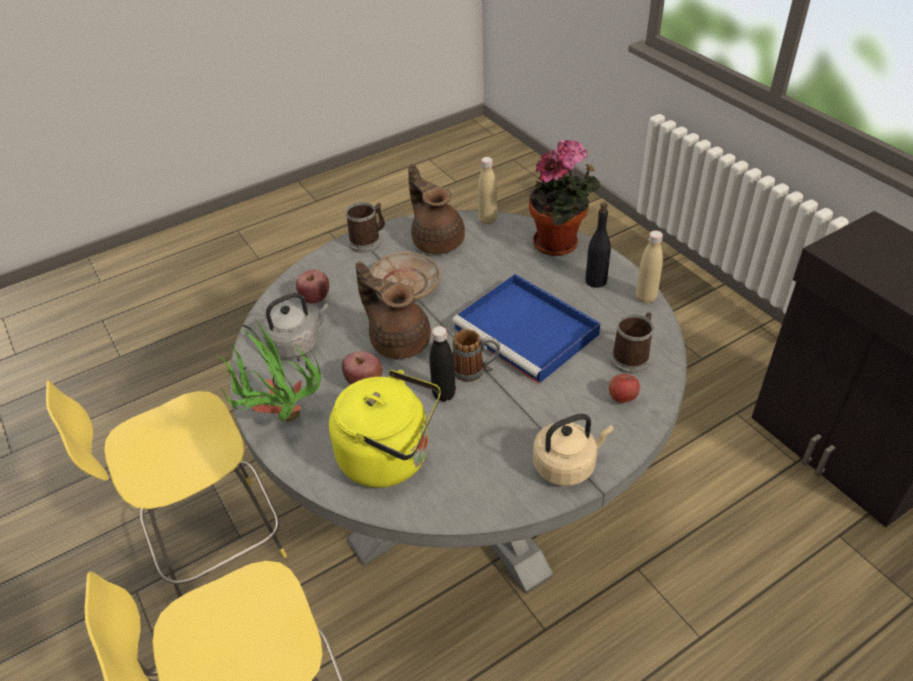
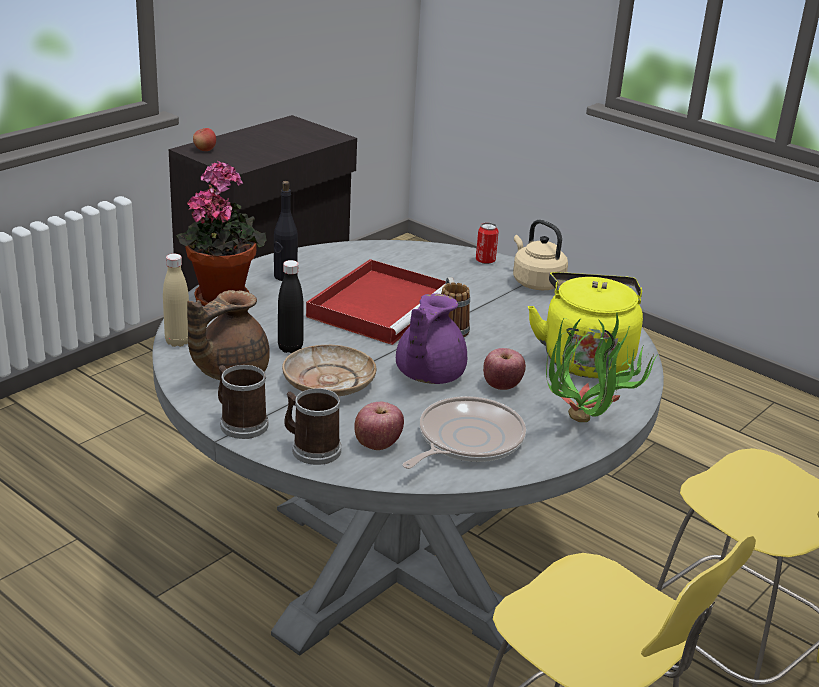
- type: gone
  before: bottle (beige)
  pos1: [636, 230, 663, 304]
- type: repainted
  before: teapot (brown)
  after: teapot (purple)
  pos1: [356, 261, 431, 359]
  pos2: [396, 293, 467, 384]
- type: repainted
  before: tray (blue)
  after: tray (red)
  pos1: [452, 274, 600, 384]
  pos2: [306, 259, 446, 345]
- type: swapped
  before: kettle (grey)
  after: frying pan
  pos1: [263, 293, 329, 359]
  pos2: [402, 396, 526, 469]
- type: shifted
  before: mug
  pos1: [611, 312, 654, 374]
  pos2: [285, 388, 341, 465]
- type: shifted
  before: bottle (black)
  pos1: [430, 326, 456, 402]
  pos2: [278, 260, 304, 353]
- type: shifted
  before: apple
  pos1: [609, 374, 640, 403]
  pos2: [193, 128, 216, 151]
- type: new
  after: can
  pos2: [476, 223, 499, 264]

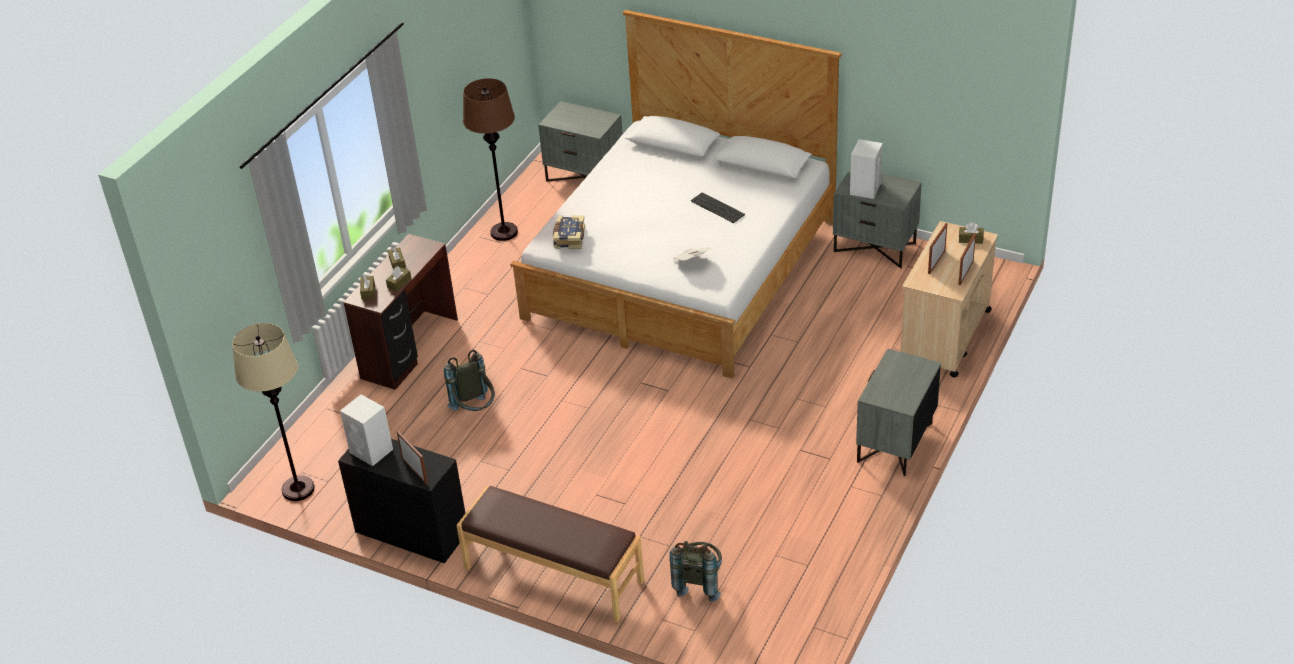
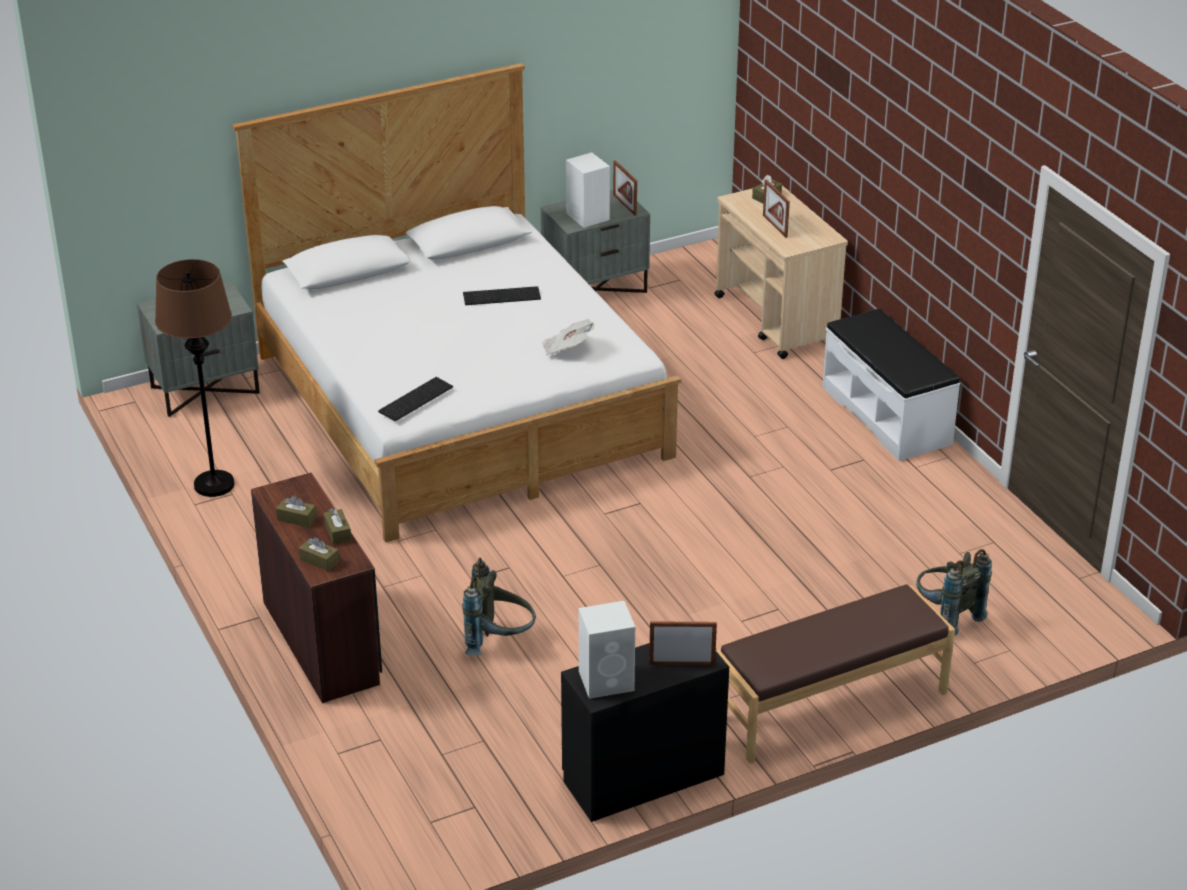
- type: swapped
  before: book
  after: keyboard
  pos1: [553, 215, 585, 249]
  pos2: [378, 377, 453, 421]
- type: shifted
  before: picture frame
  pos1: [958, 233, 976, 285]
  pos2: [613, 160, 637, 216]
- type: gone
  before: floor lamp (beige)
  pos1: [232, 323, 315, 501]
- type: swapped
  before: nightstand (grey)
  after: bench (white)
  pos1: [856, 348, 941, 476]
  pos2: [822, 308, 960, 461]

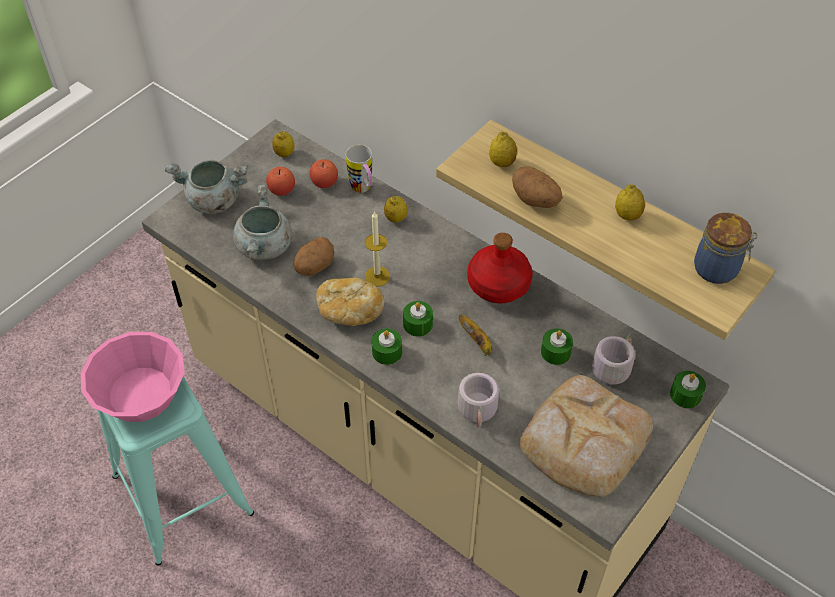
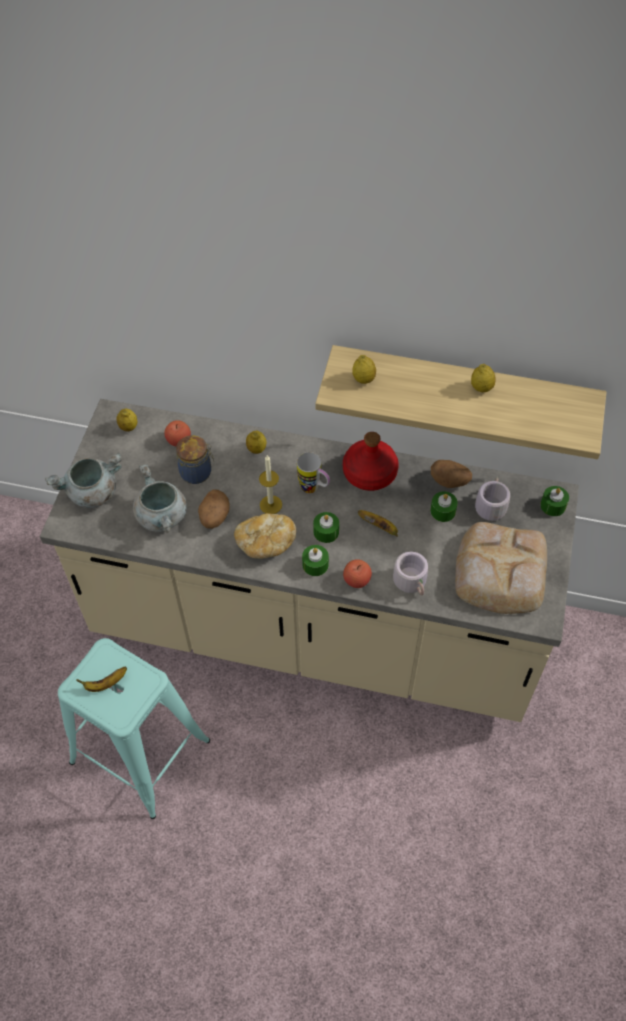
- type: shifted
  before: mug
  pos1: [346, 145, 372, 193]
  pos2: [297, 452, 330, 493]
- type: shifted
  before: potato
  pos1: [512, 166, 563, 208]
  pos2: [431, 460, 472, 488]
- type: shifted
  before: apple
  pos1: [266, 167, 295, 196]
  pos2: [343, 559, 372, 588]
- type: shifted
  before: jar
  pos1: [694, 213, 757, 284]
  pos2: [176, 435, 214, 484]
- type: swapped
  before: bowl (pink)
  after: banana
  pos1: [81, 332, 185, 422]
  pos2: [77, 667, 127, 692]

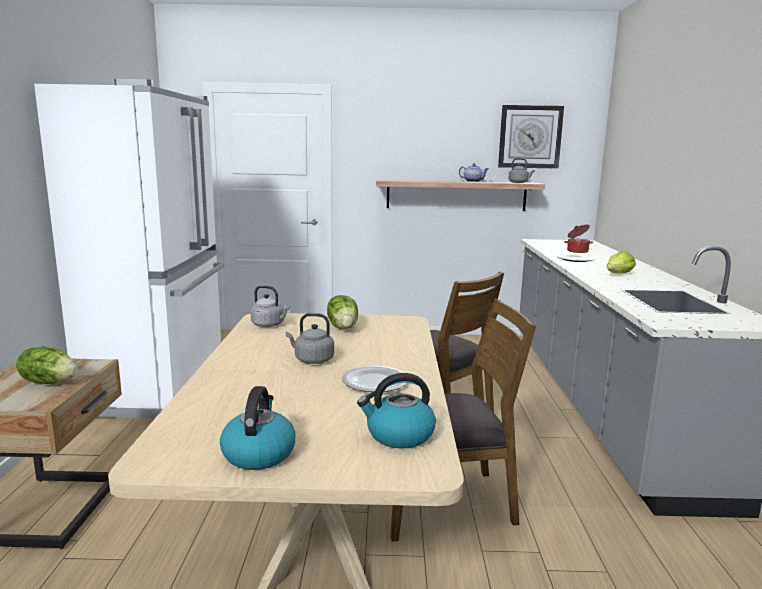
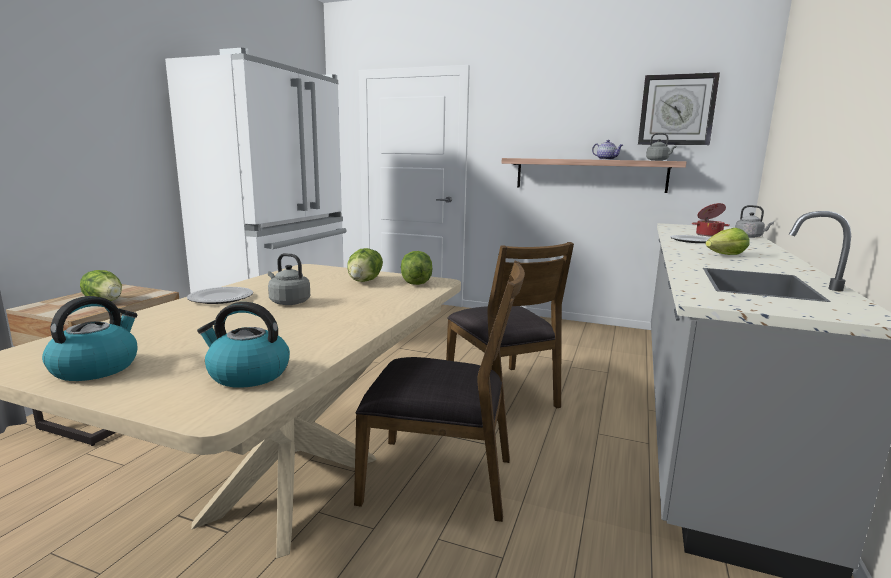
- type: shifted
  before: kettle (grey)
  pos1: [251, 285, 290, 327]
  pos2: [735, 205, 774, 238]
- type: shifted
  before: plate
  pos1: [342, 366, 407, 392]
  pos2: [187, 287, 253, 304]
- type: new
  after: lettuce
  pos2: [401, 251, 433, 285]

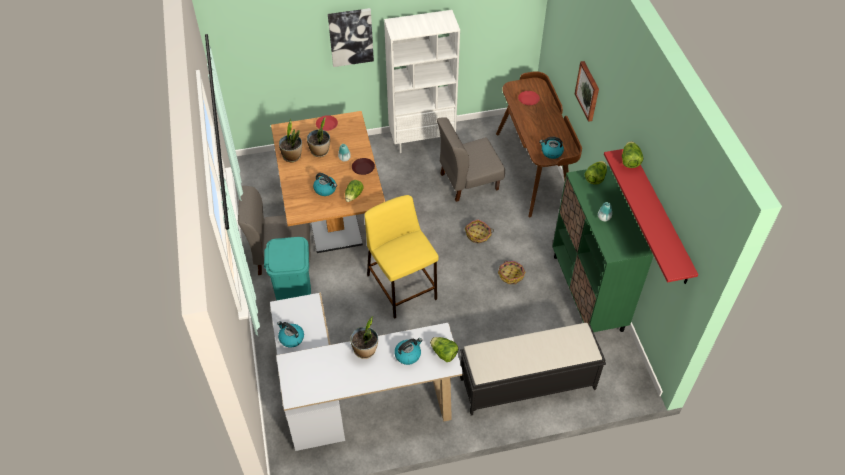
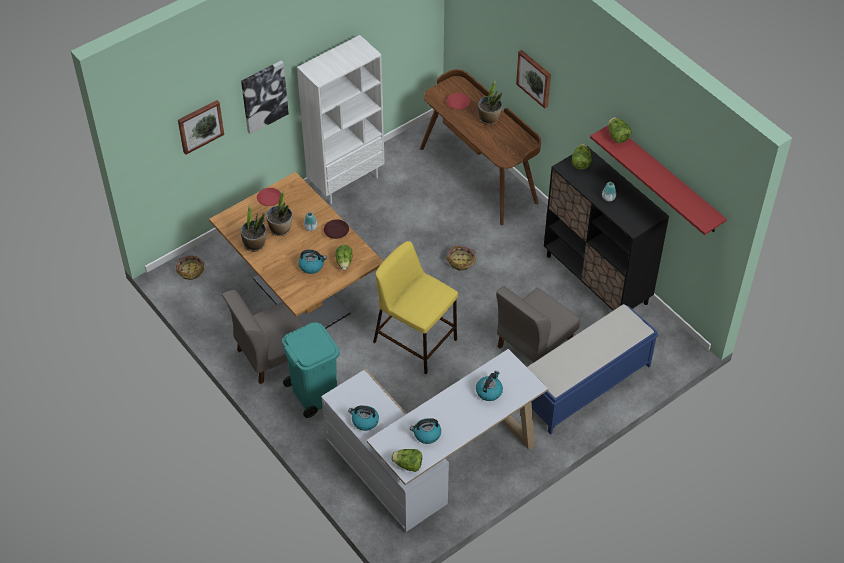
- type: shifted
  before: chair (grey)
  pos1: [437, 117, 505, 202]
  pos2: [496, 286, 580, 362]
- type: shifted
  before: kettle
  pos1: [539, 137, 564, 159]
  pos2: [410, 418, 441, 444]
- type: repainted
  before: cabinet (green)
  after: cabinet (black)
  pos1: [552, 166, 654, 332]
  pos2: [544, 146, 669, 311]
- type: shifted
  before: basket
  pos1: [498, 261, 526, 284]
  pos2: [176, 255, 204, 280]
- type: shifted
  before: potted plant
  pos1: [350, 316, 378, 359]
  pos2: [478, 81, 502, 125]
- type: repainted
  before: bench (black)
  after: bench (blue)
  pos1: [460, 323, 606, 415]
  pos2: [527, 304, 659, 434]
- type: shifted
  before: lettuce
  pos1: [430, 337, 458, 362]
  pos2: [391, 449, 422, 472]
- type: new
  after: picture
  pos2: [178, 100, 224, 155]

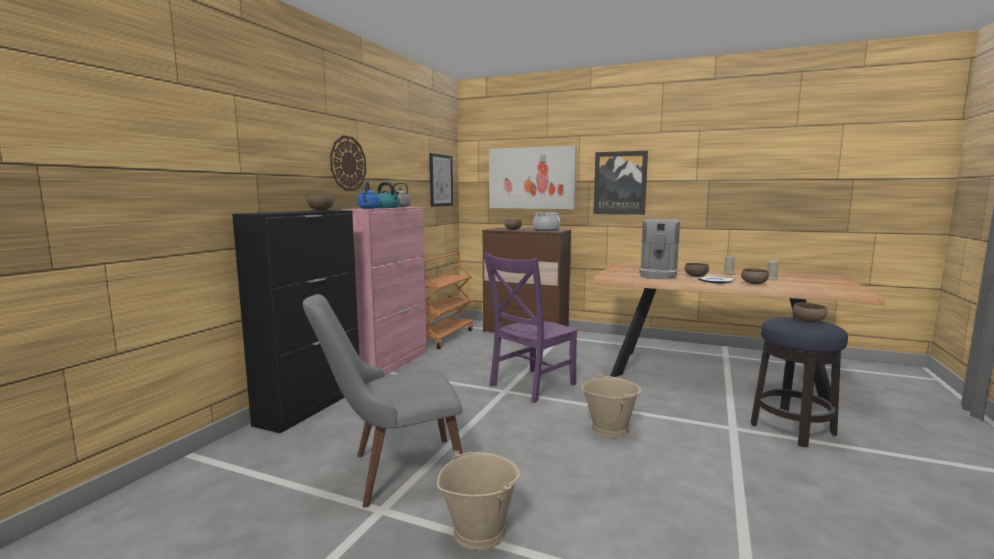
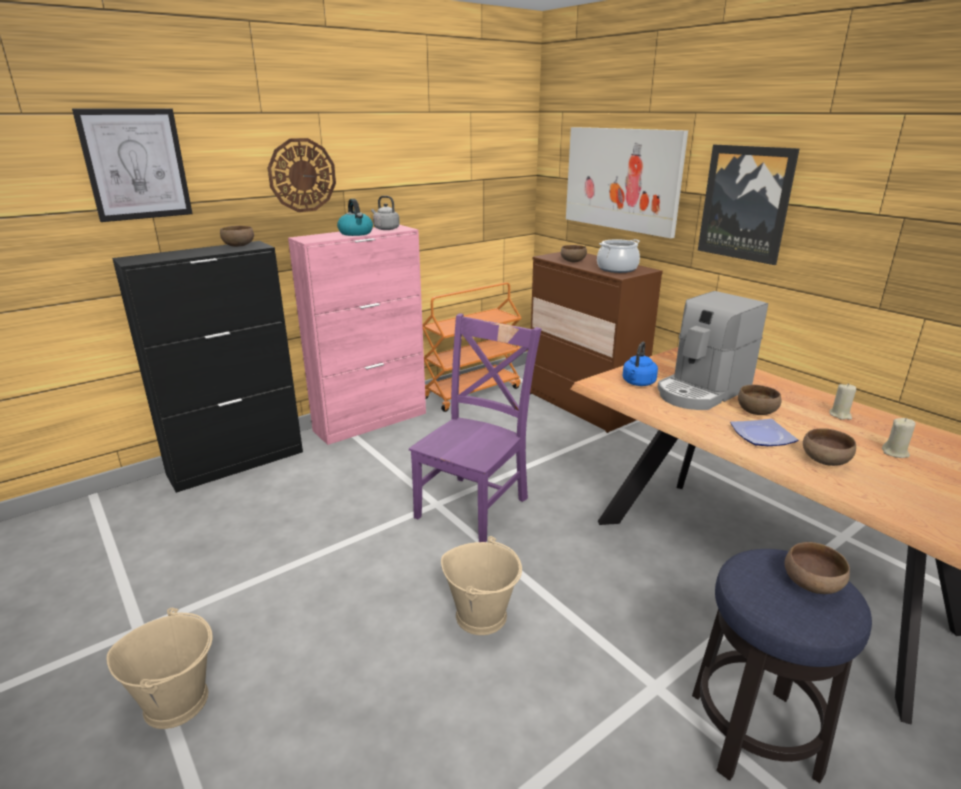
- type: shifted
  before: picture
  pos1: [429, 153, 453, 207]
  pos2: [72, 109, 192, 222]
- type: shifted
  before: kettle (blue)
  pos1: [358, 181, 380, 209]
  pos2: [622, 342, 658, 386]
- type: rotated
  before: chair (purple)
  pos1: [483, 253, 579, 403]
  pos2: [409, 313, 541, 542]
  turn: 135
- type: gone
  before: chair (grey)
  pos1: [303, 294, 463, 508]

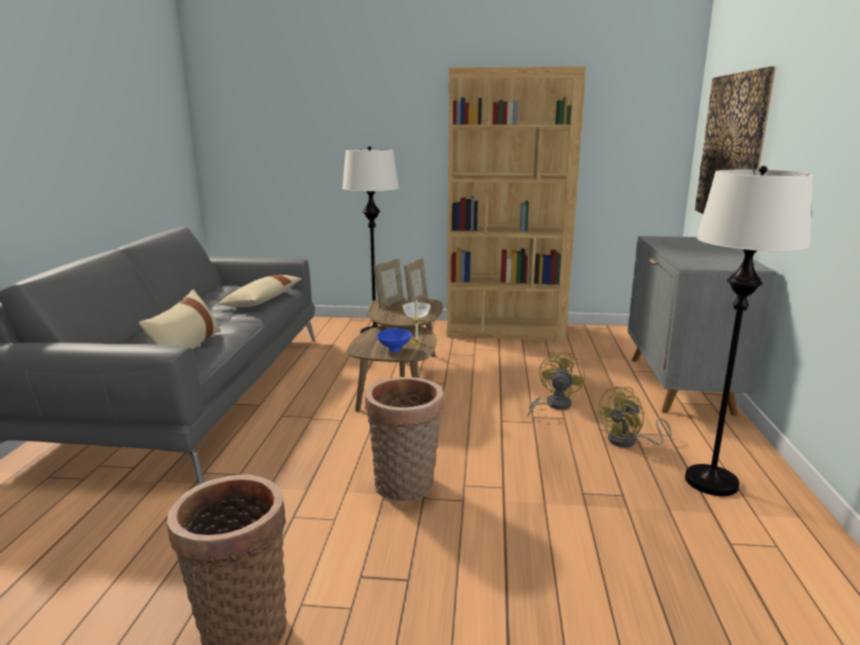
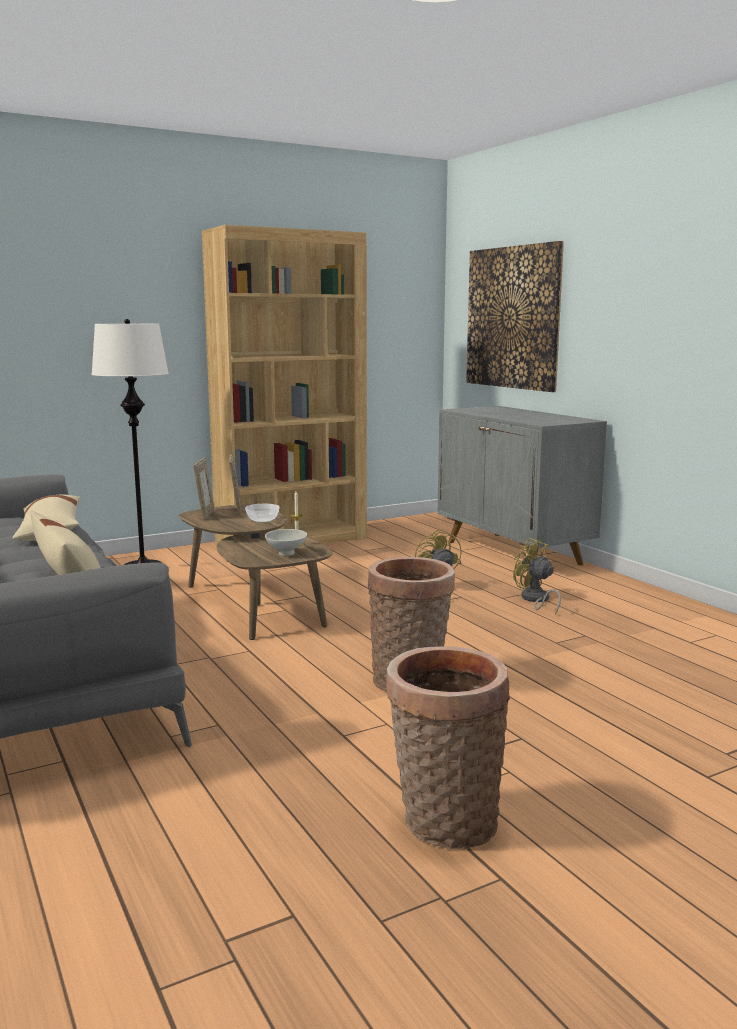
- type: gone
  before: floor lamp (white)
  pos1: [685, 166, 813, 496]
- type: repainted
  before: bowl (blue)
  after: bowl (white)
  pos1: [377, 328, 412, 352]
  pos2: [265, 529, 307, 556]
- type: rotated
  before: fan (yellow)
  pos1: [596, 387, 672, 447]
  pos2: [513, 538, 561, 615]
  turn: 120

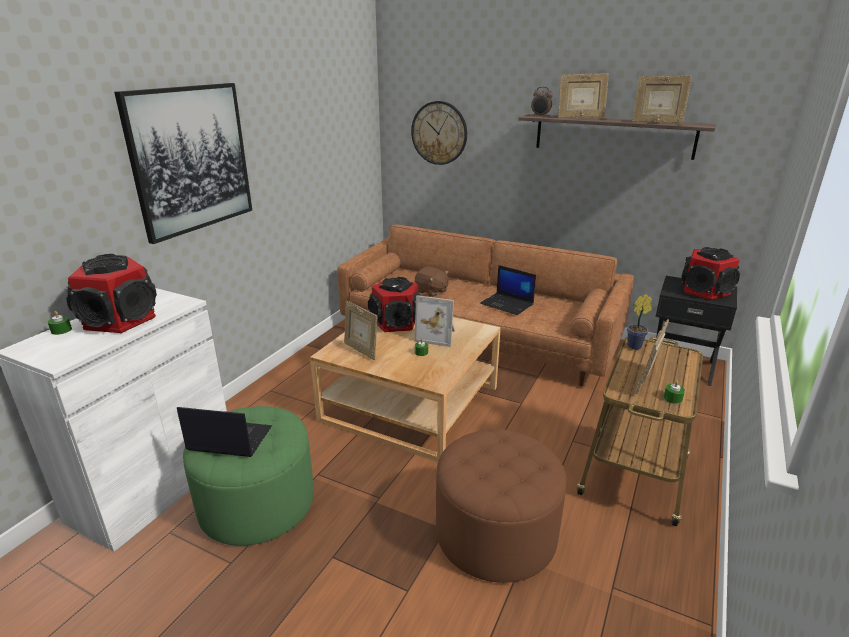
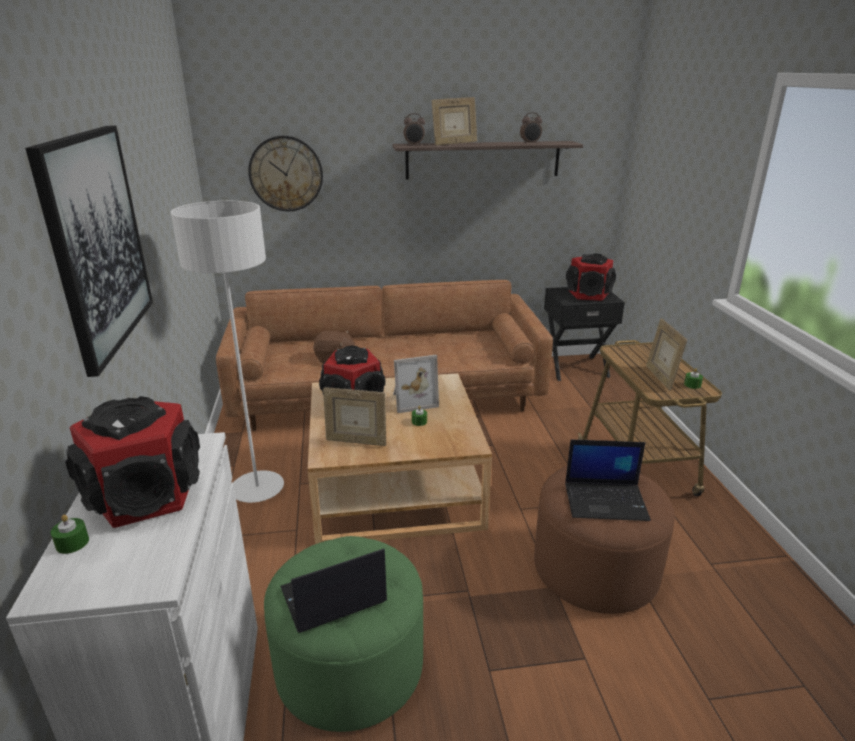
- type: swapped
  before: picture frame
  after: alarm clock
  pos1: [632, 76, 692, 123]
  pos2: [520, 112, 542, 144]
- type: shifted
  before: laptop
  pos1: [480, 265, 536, 315]
  pos2: [565, 440, 651, 521]
- type: gone
  before: potted plant
  pos1: [627, 294, 652, 349]
- type: new
  after: floor lamp (white)
  pos2: [171, 201, 284, 503]

